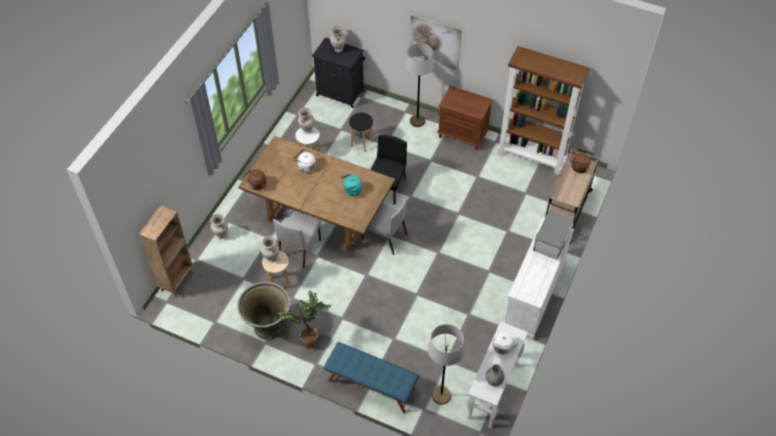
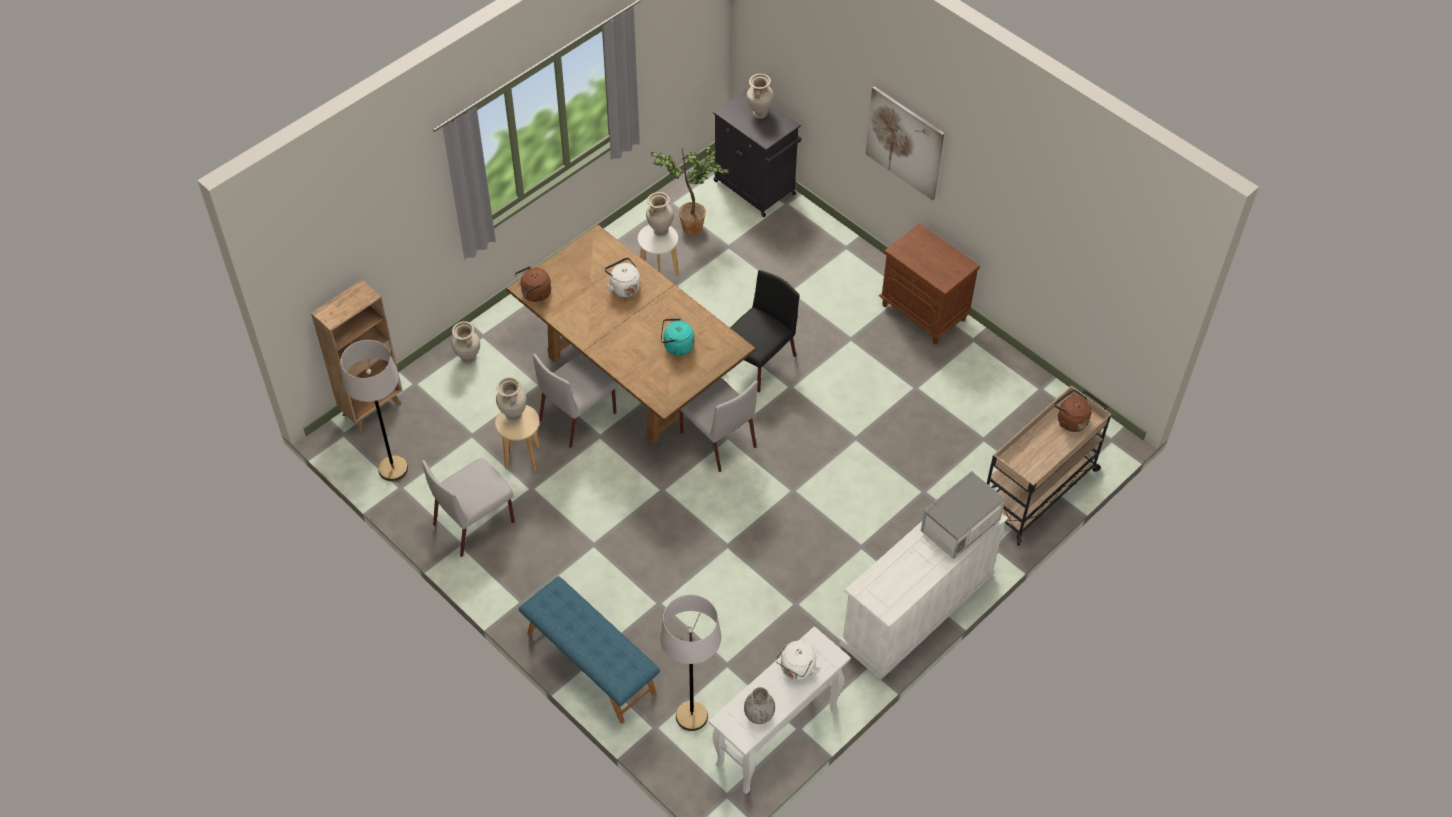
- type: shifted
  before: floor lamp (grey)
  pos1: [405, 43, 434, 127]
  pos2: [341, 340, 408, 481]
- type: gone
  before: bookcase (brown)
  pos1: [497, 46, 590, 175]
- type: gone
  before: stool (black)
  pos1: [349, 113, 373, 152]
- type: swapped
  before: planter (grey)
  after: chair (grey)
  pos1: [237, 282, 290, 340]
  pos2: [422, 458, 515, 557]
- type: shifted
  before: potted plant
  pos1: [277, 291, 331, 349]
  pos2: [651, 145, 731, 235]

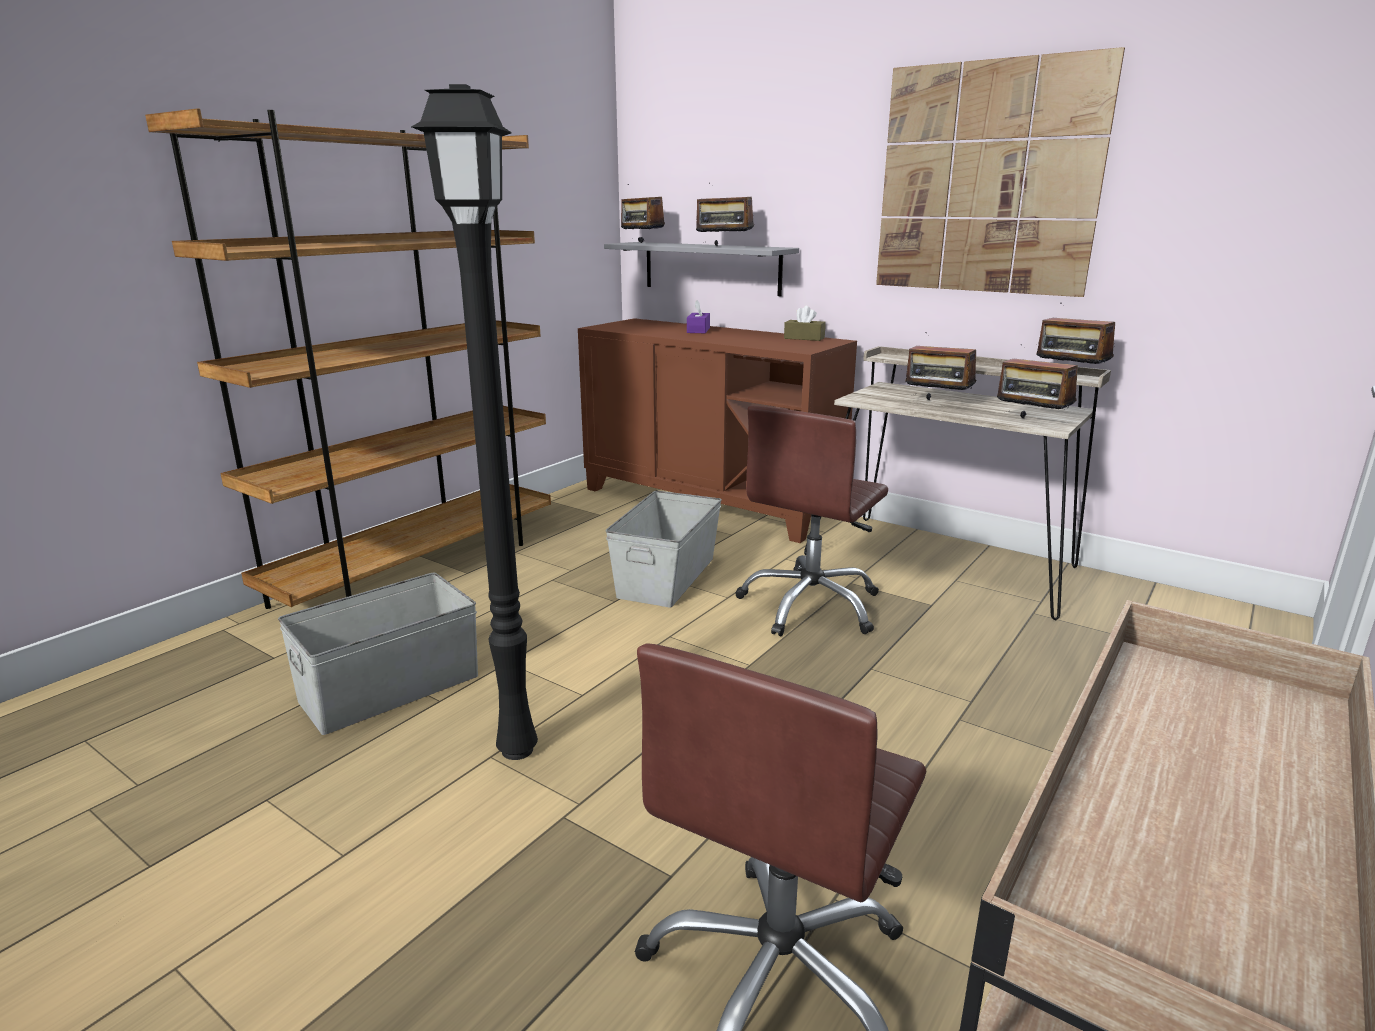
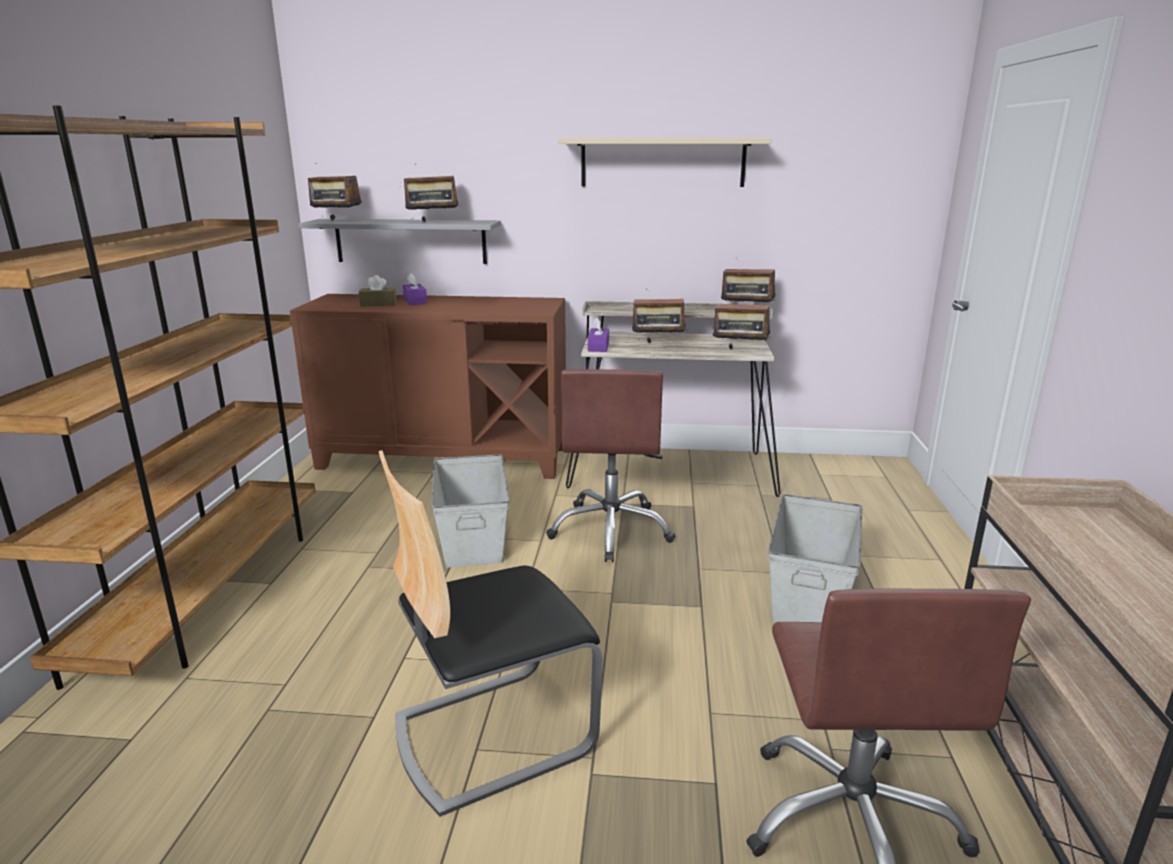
- type: swapped
  before: picture
  after: shelf (beige)
  pos1: [876, 47, 1125, 297]
  pos2: [558, 138, 771, 187]
- type: swapped
  before: floor lamp (black)
  after: chair
  pos1: [411, 84, 538, 760]
  pos2: [379, 450, 603, 817]
- type: shifted
  before: tissue box (brown)
  pos1: [784, 306, 826, 341]
  pos2: [359, 275, 396, 307]
- type: shifted
  before: storage box (grey)
  pos1: [278, 573, 478, 735]
  pos2: [768, 494, 862, 622]
- type: new
  after: tissue box (purple)
  pos2: [588, 318, 609, 352]

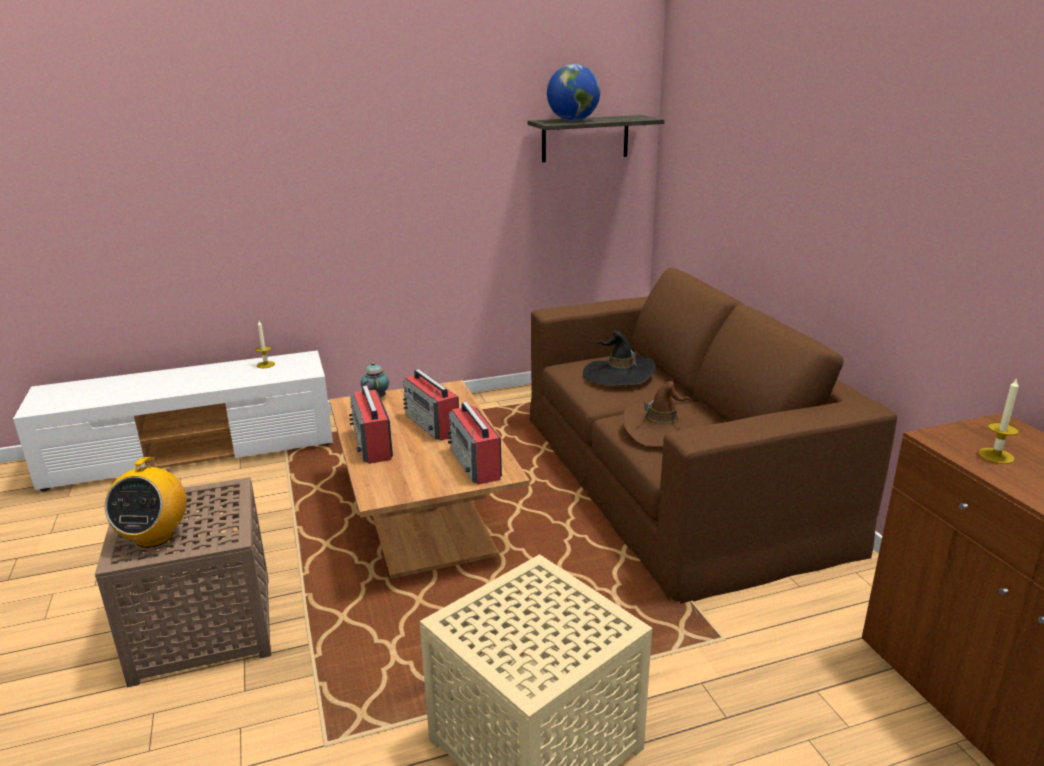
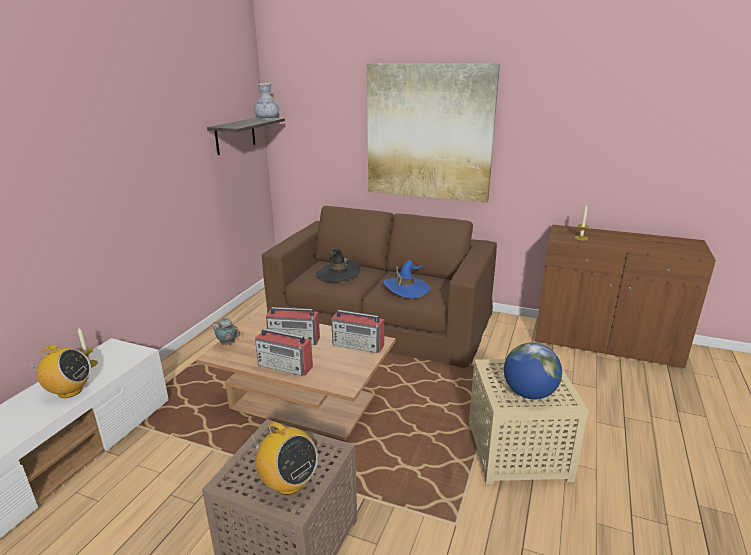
- type: shifted
  before: globe
  pos1: [547, 64, 600, 121]
  pos2: [504, 343, 562, 400]
- type: repainted
  before: hat (brown)
  after: hat (blue)
  pos1: [623, 381, 706, 447]
  pos2: [383, 260, 431, 299]
- type: new
  after: picture
  pos2: [367, 63, 500, 203]
- type: new
  after: vase
  pos2: [254, 83, 279, 120]
- type: new
  after: radio
  pos2: [27, 346, 91, 398]

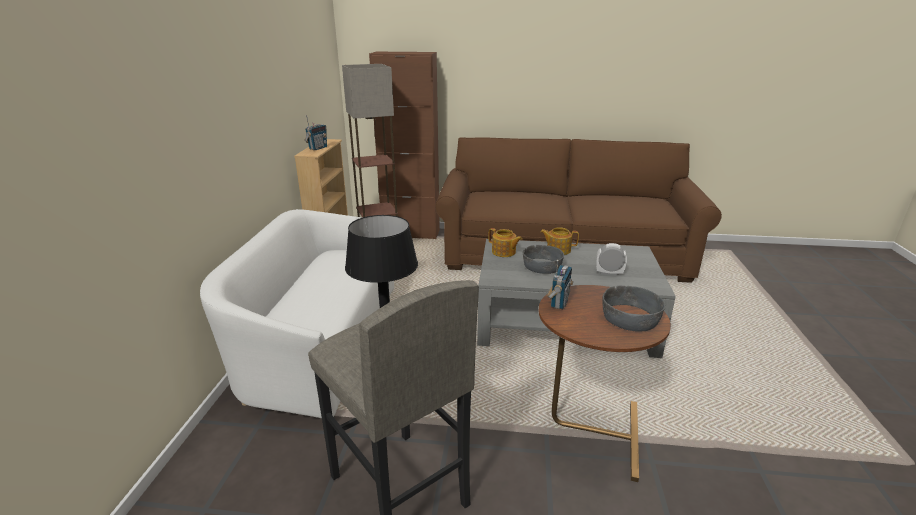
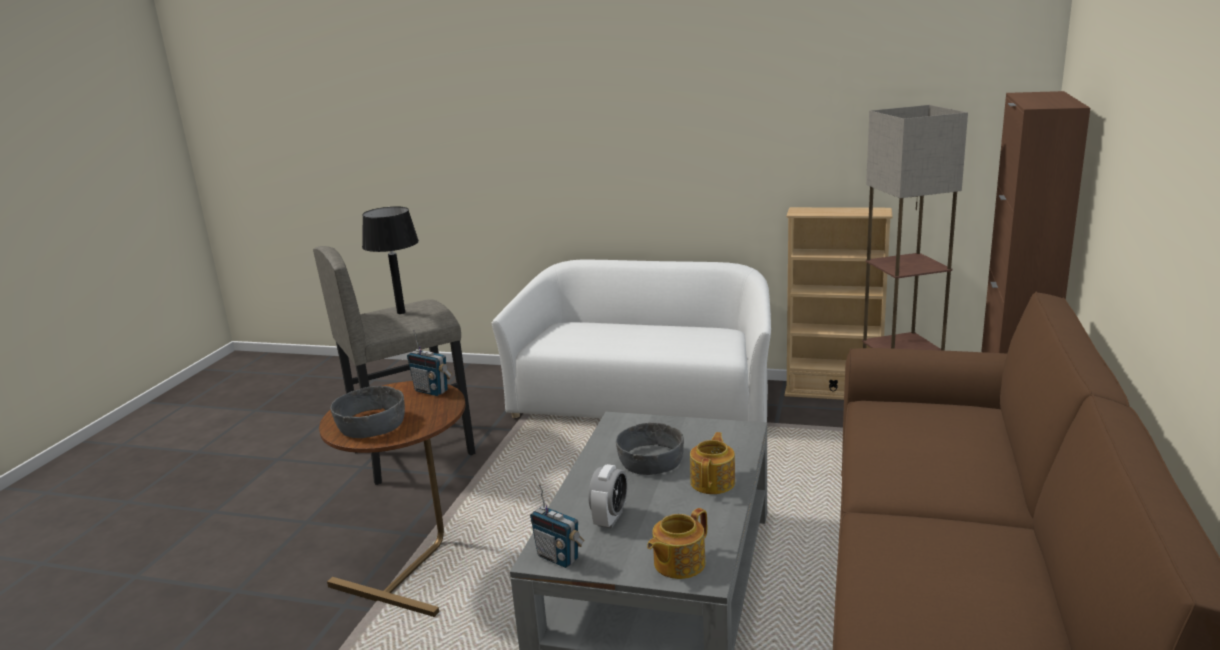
- type: shifted
  before: radio
  pos1: [305, 115, 327, 150]
  pos2: [530, 484, 585, 568]
- type: shifted
  before: teapot
  pos1: [488, 228, 522, 257]
  pos2: [647, 508, 707, 579]

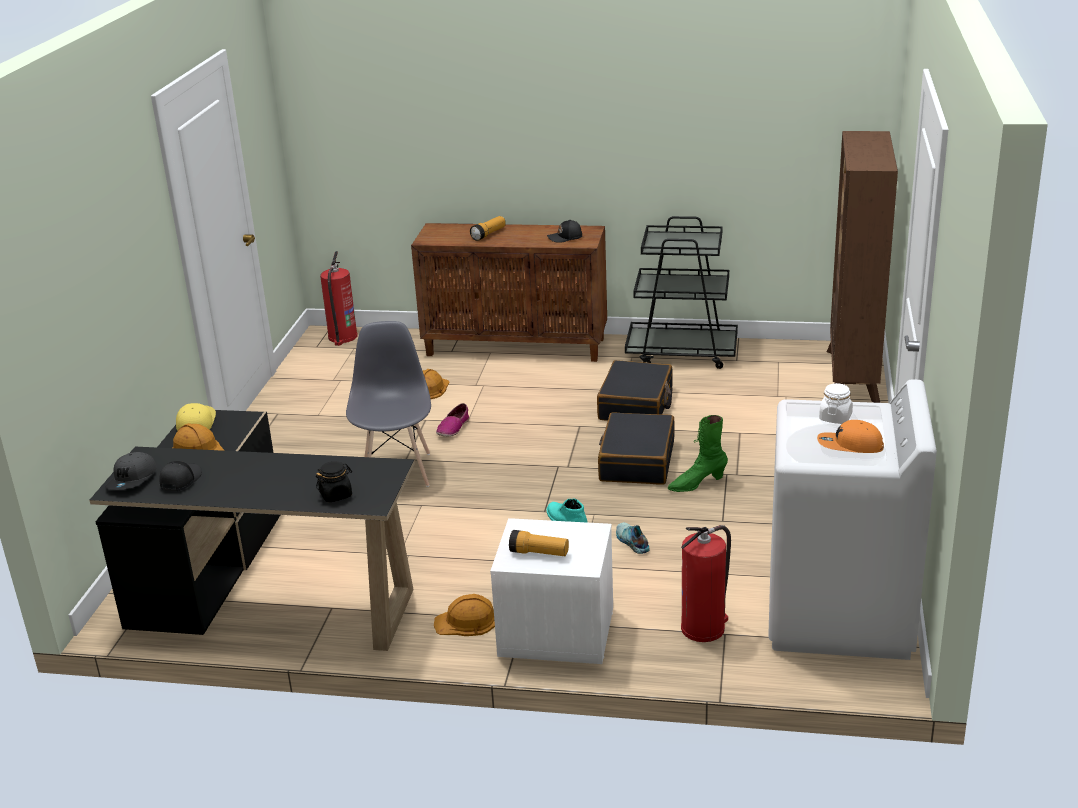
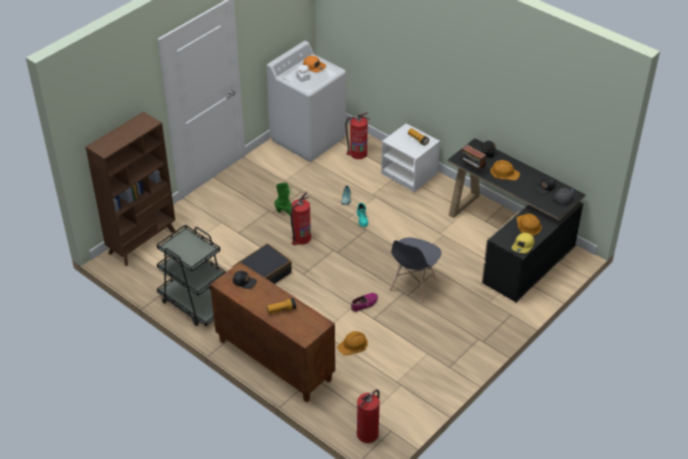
- type: swapped
  before: suitcase (black)
  after: fire extinguisher
  pos1: [598, 412, 675, 485]
  pos2: [290, 192, 311, 245]
- type: shifted
  before: hard hat (orange)
  pos1: [434, 594, 495, 636]
  pos2: [490, 160, 520, 181]
- type: new
  after: radio
  pos2: [461, 145, 487, 171]

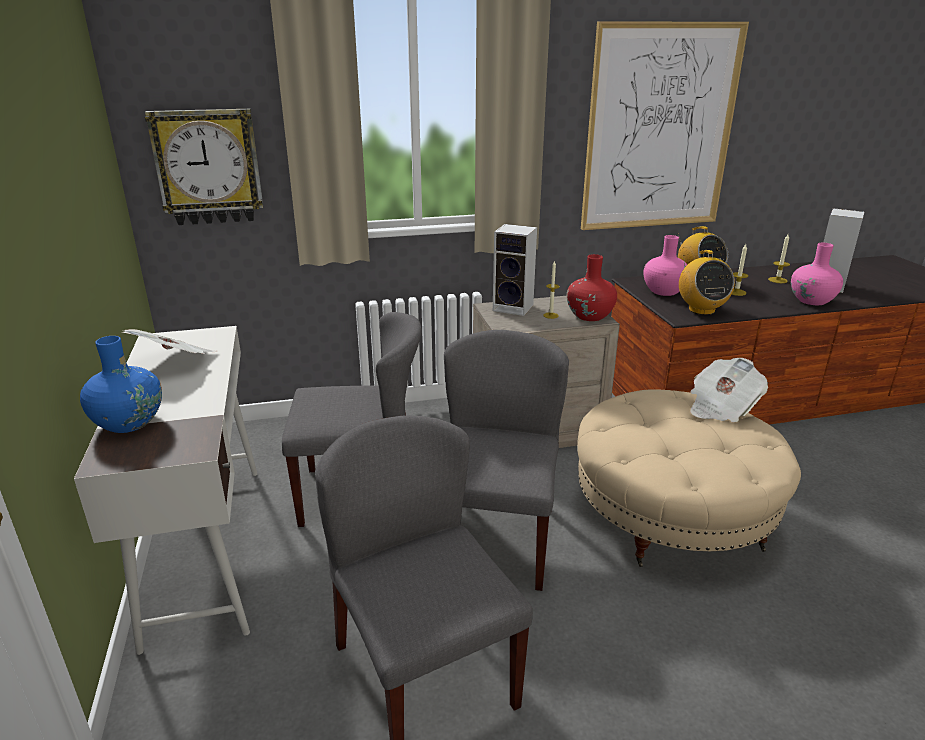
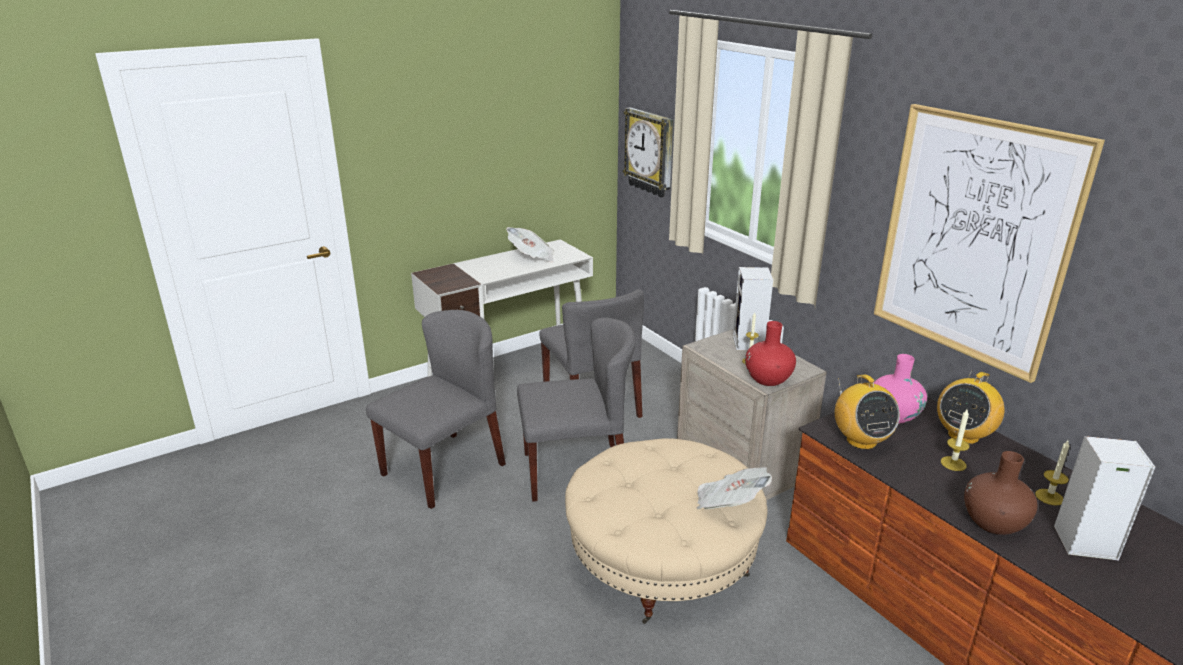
- type: repainted
  before: vase (pink)
  after: vase (brown)
  pos1: [791, 243, 843, 305]
  pos2: [964, 451, 1038, 535]
- type: rotated
  before: radio
  pos1: [679, 250, 735, 315]
  pos2: [835, 375, 900, 450]
  turn: -75
- type: gone
  before: vase (blue)
  pos1: [80, 336, 162, 433]

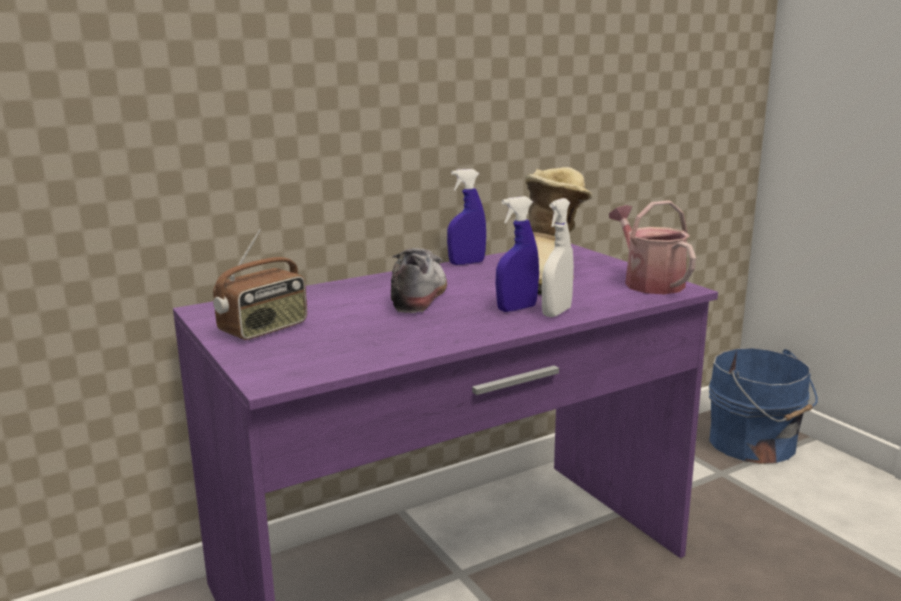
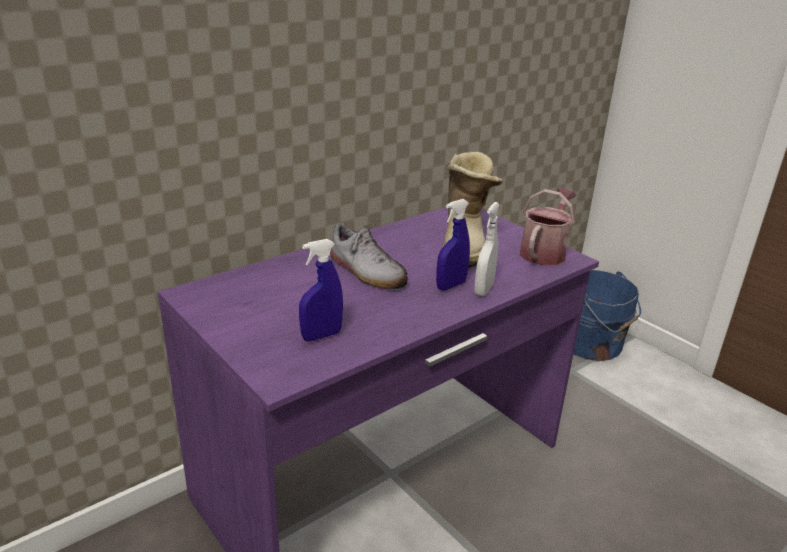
- type: shifted
  before: spray bottle (blue)
  pos1: [447, 169, 486, 265]
  pos2: [299, 239, 343, 341]
- type: rotated
  before: watering can
  pos1: [609, 200, 696, 294]
  pos2: [520, 188, 577, 265]
  turn: 60
- type: gone
  before: radio
  pos1: [213, 229, 307, 340]
- type: rotated
  before: shoe
  pos1: [391, 248, 447, 313]
  pos2: [330, 222, 408, 290]
  turn: 135

